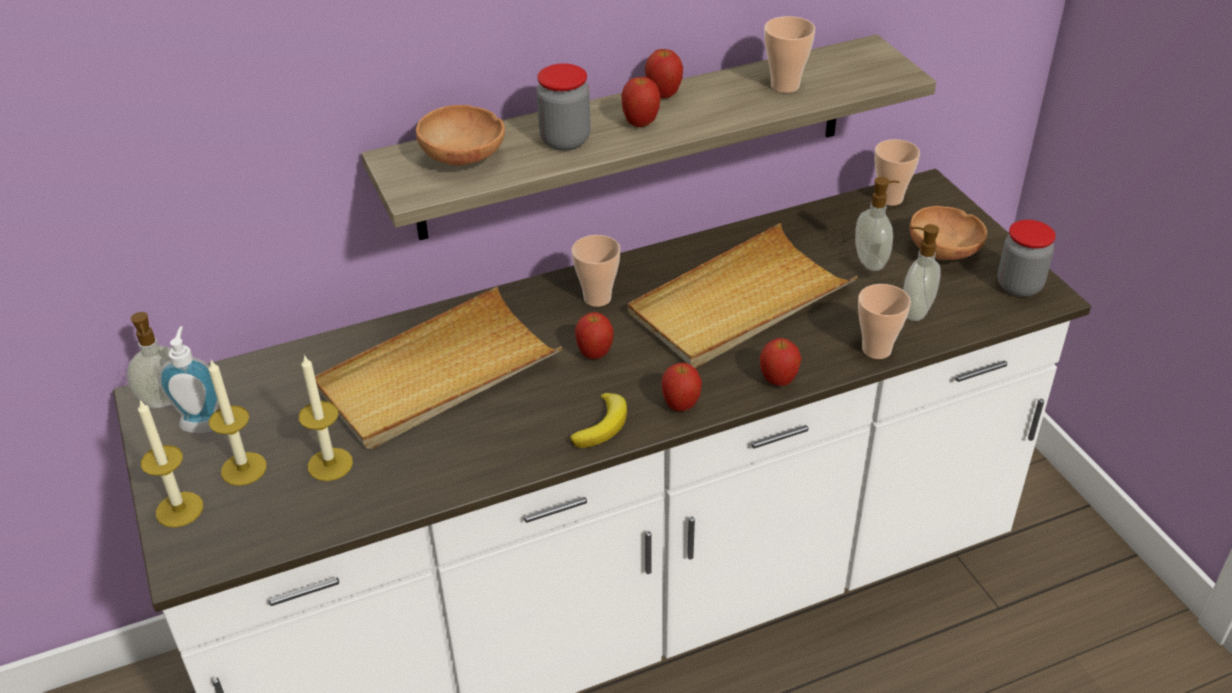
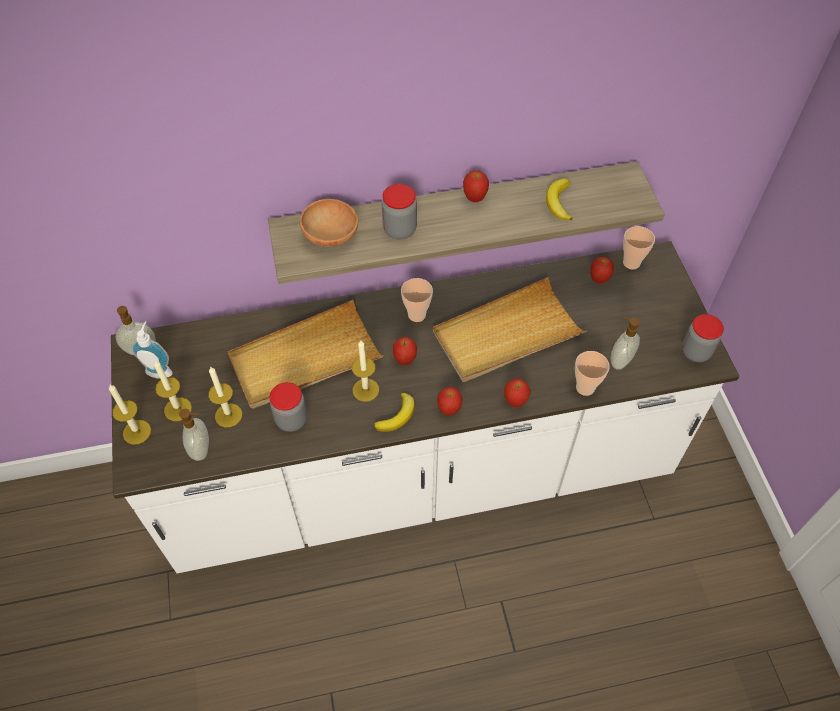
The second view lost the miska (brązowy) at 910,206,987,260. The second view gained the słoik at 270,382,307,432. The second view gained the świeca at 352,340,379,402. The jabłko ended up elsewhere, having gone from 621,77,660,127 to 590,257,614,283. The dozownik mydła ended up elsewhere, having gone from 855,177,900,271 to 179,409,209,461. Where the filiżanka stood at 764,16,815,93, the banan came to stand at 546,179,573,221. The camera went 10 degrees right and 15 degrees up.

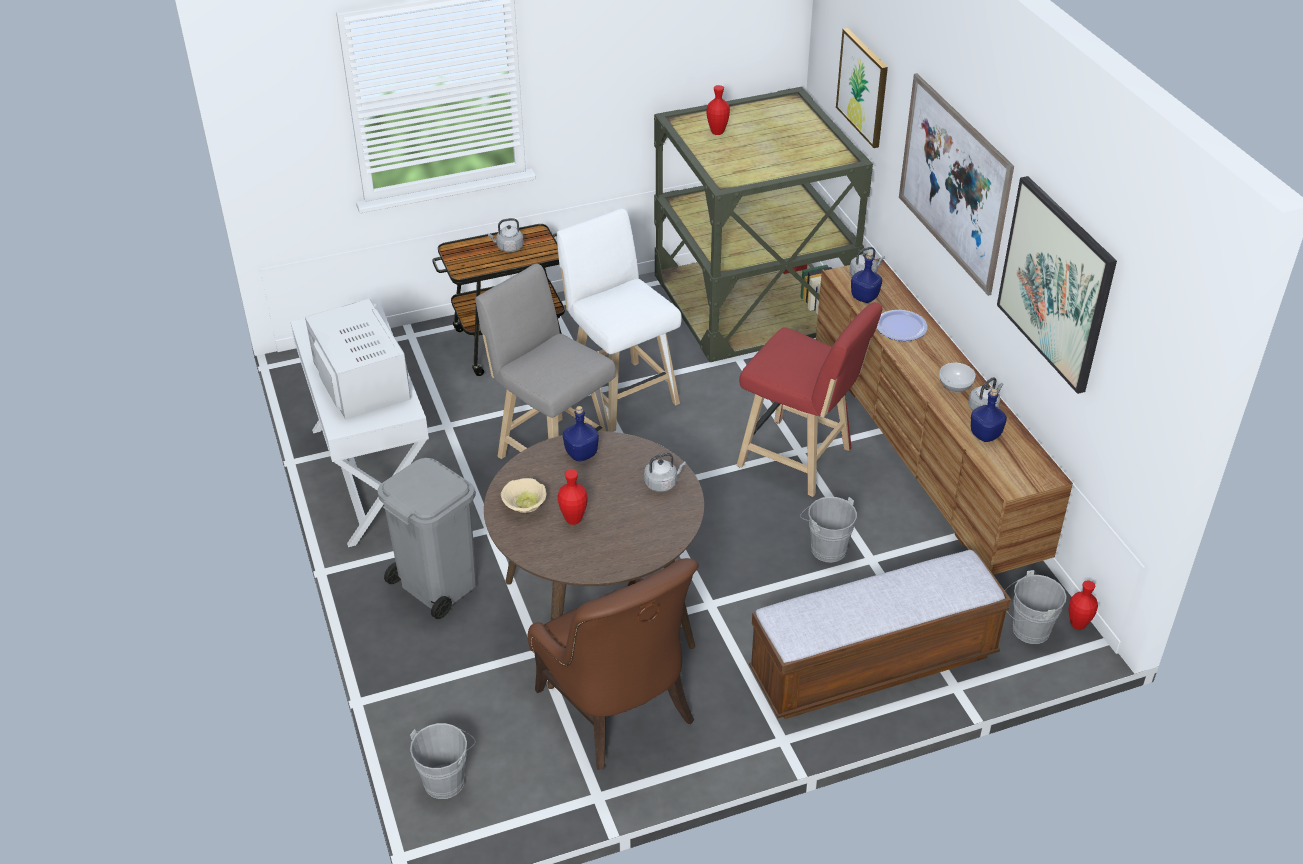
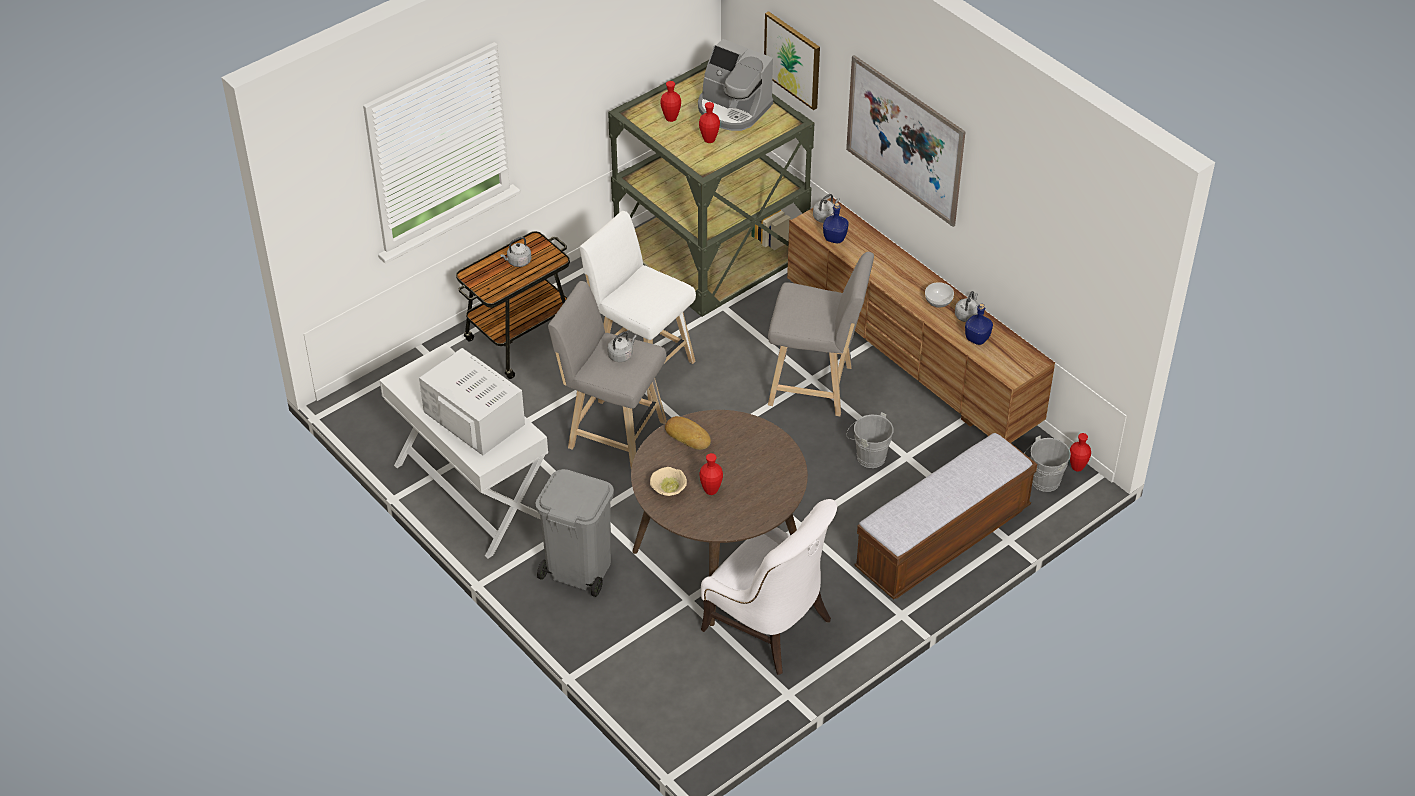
The second view lost the wiadro (szary) at 410,723,476,799. The second view lost the talerz at 876,310,928,341. The second view lost the obraz at 997,176,1117,394. The second view gained the ekspres do kawy at 698,39,773,131. The second view gained the wazon (czerwony) at 699,102,720,143. The czajnik (szary) ended up elsewhere, having gone from 644,453,686,492 to 607,332,637,362. Where the butelka (niebieski) stood at 563,406,599,462, the chleb came to stand at 665,416,711,450. What was the krzesło (brązowy) at 527,558,699,770 turned into the krzesło (biały) at 701,499,837,675. What was the stołek (czerwony) at 736,302,883,497 turned into the stołek (szary) at 768,252,874,416. The camera went 20 degrees left and 5 degrees up.

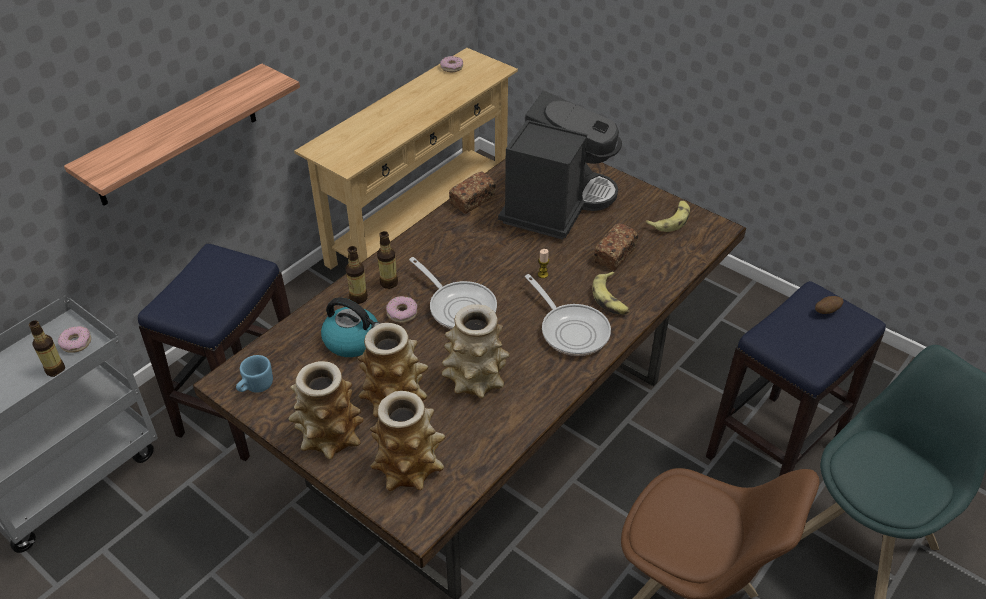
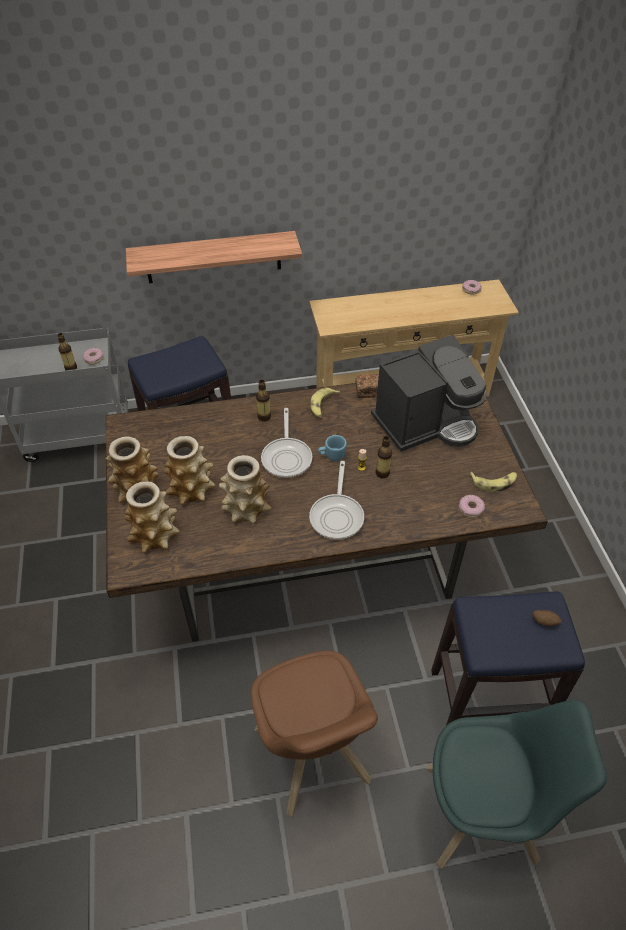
The second view lost the czajnik at 321,298,381,357. The second view lost the chleb at 594,223,638,271. The kubek (niebieski) ended up elsewhere, having gone from 236,355,273,393 to 318,435,347,461. The butelka ended up elsewhere, having gone from 345,246,368,304 to 376,436,392,478. The donut ended up elsewhere, having gone from 386,296,417,323 to 459,495,485,518. The banan ended up elsewhere, having gone from 593,271,629,315 to 310,388,340,418. The camera went 40 degrees right and 5 degrees up.

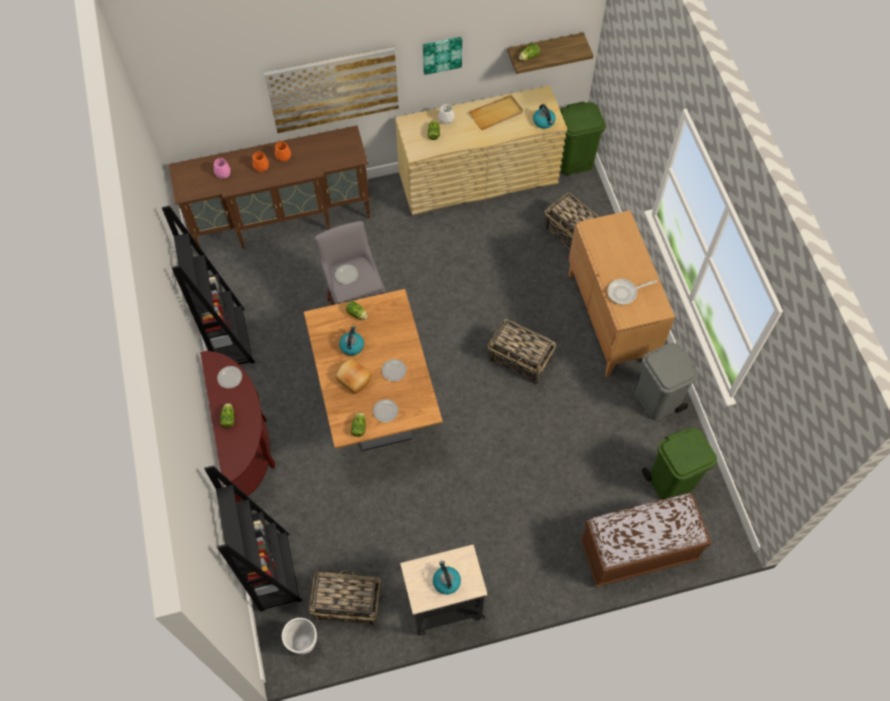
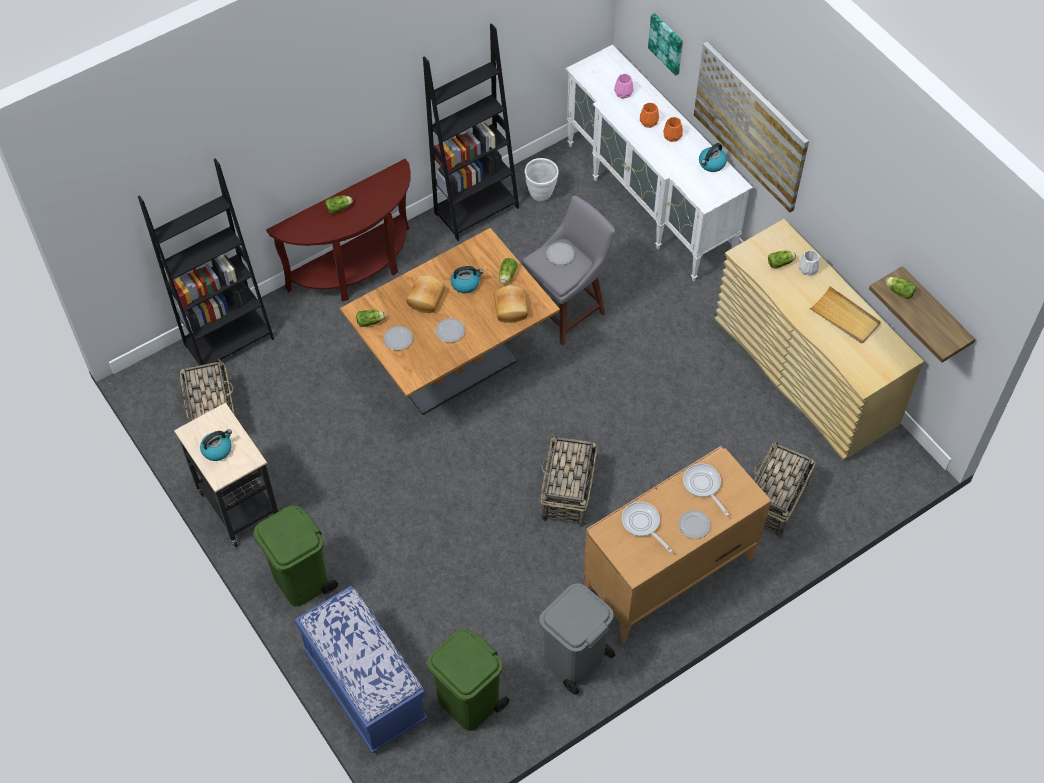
The second view gained the chleb at 494,285,528,323. The second view gained the patelnia at 683,463,729,516. The talerz ended up elsewhere, having gone from 217,366,242,388 to 679,510,711,539. The donica (biały) ended up elsewhere, having gone from 282,618,317,654 to 525,158,559,202. The obraz ended up elsewhere, having gone from 423,37,462,75 to 648,13,683,76. The czajnik ended up elsewhere, having gone from 533,104,556,129 to 699,143,727,172. The kosz na śmieci (zielony) ended up elsewhere, having gone from 560,101,605,175 to 253,505,338,607. What was the szafka (brązowy) at 168,125,371,250 turned into the szafka (biały) at 565,44,753,282. What was the ławka (brązowy) at 580,493,711,587 turned into the ławka (niebieski) at 295,586,428,753. The camera went 70 degrees right and 5 degrees down.

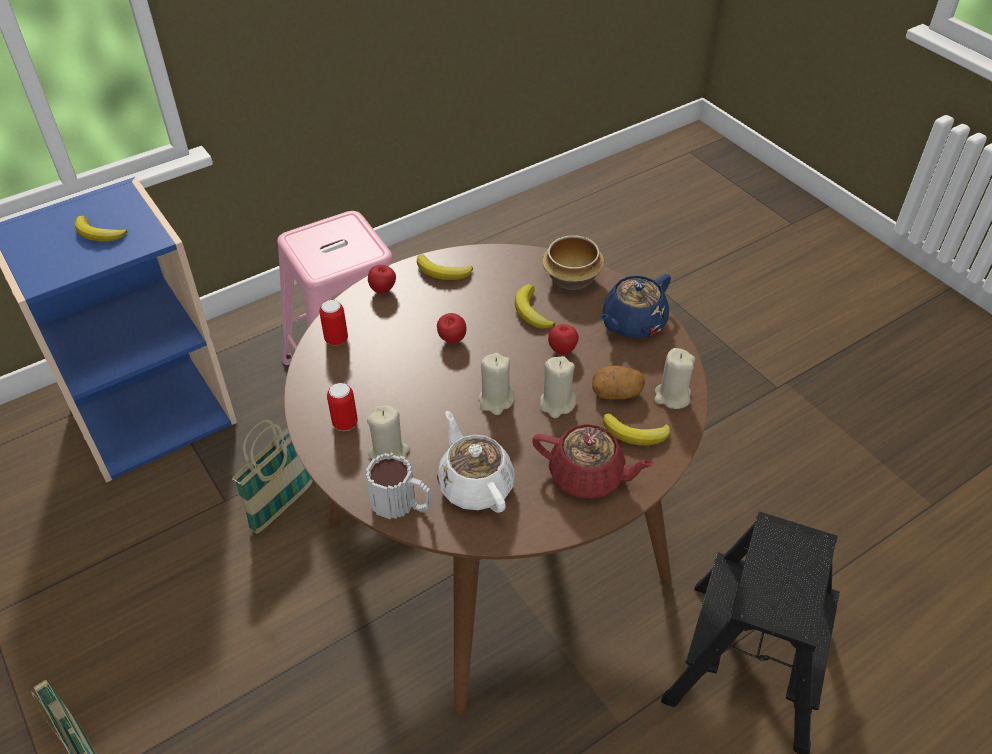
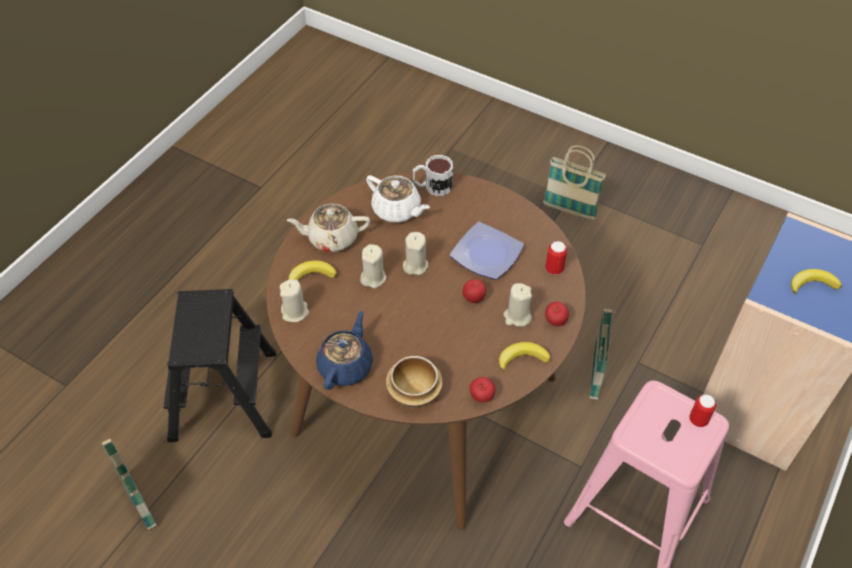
The second view lost the banan at 515,284,555,328. The second view lost the ziemniak at 592,365,645,399. The second view gained the koszyk at 102,439,157,530. The second view gained the talerz at 450,222,524,280. The puszka ended up elsewhere, having gone from 327,383,358,431 to 689,394,716,427. The świeca (beżowy) ended up elsewhere, having gone from 367,406,410,459 to 504,283,532,327. The jabłko ended up elsewhere, having gone from 548,324,579,355 to 470,377,495,402. What was the imbryk (czerwony) at 532,424,655,499 turned into the imbryk (beżowy) at 287,204,370,252. The camera went 155 degrees right and 5 degrees up.

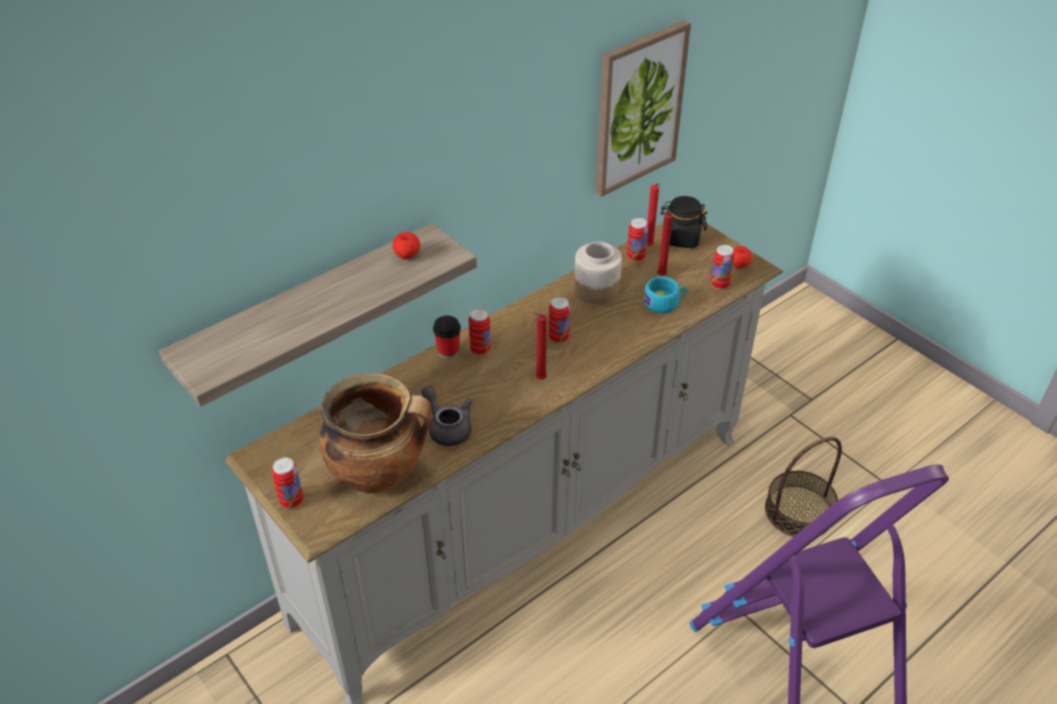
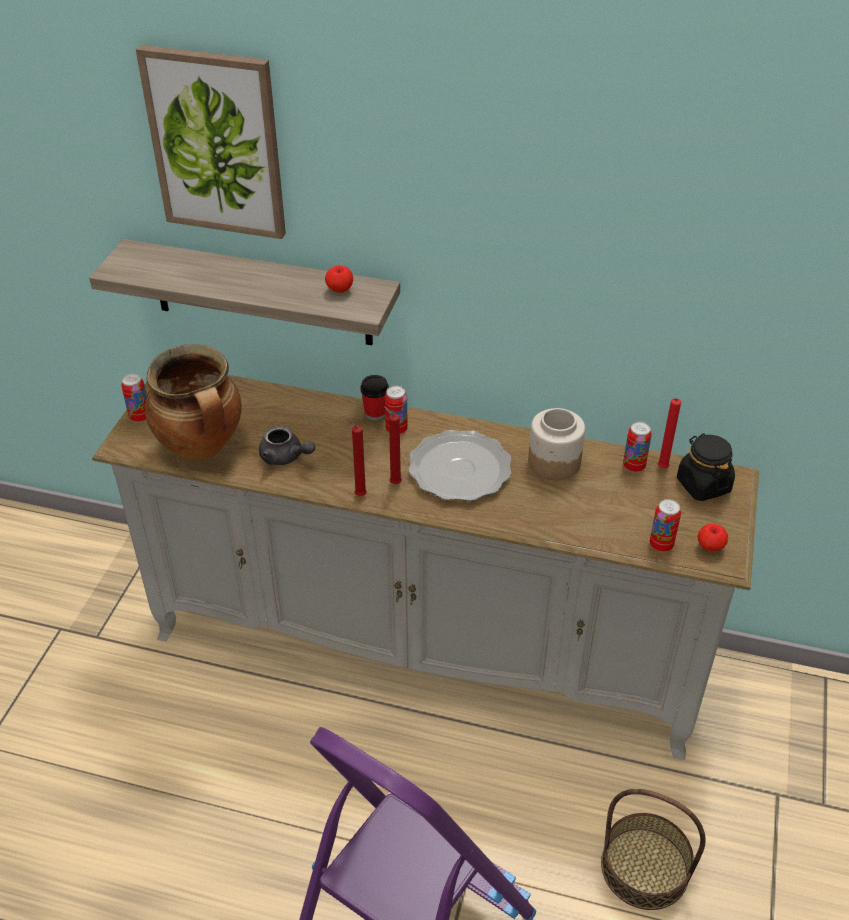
The second view lost the filiżanka (turkusowy) at 643,276,688,314. The obraz ended up elsewhere, having gone from 595,21,691,197 to 136,45,286,239. The świeca (czerwony) ended up elsewhere, having gone from 657,211,673,276 to 346,419,367,496. Where the puszka stood at 549,297,570,343, the talerz came to stand at 408,430,511,501. The imbryk (szary) at 422,386,472,446 ended up facing another way, 105 degrees clockwise from before. The camera went 55 degrees right and 0 degrees up.

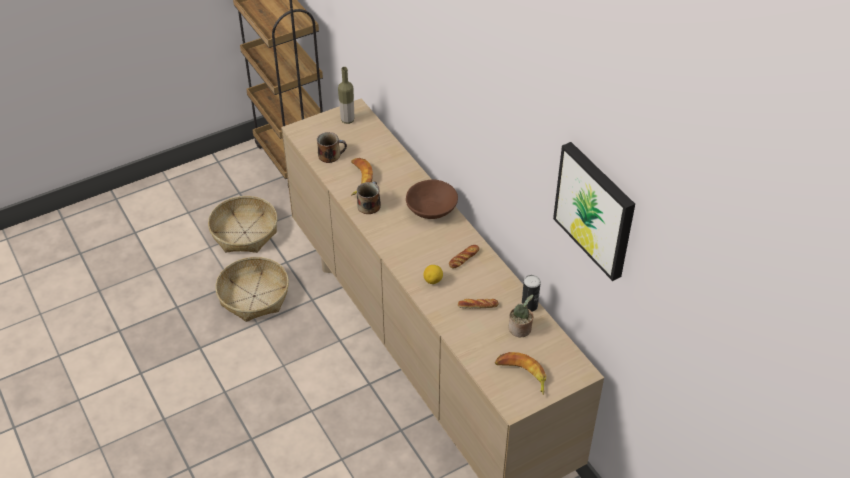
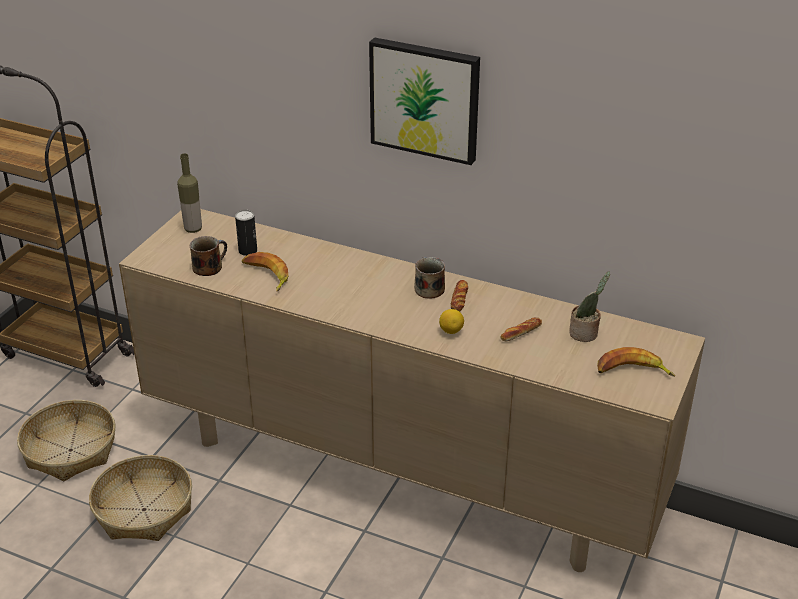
The second view lost the miska (brązowy) at 406,180,458,219. The kubek ended up elsewhere, having gone from 357,181,381,214 to 414,257,445,299. The puszka ended up elsewhere, having gone from 522,275,541,312 to 235,210,257,256. The obraz ended up elsewhere, having gone from 553,142,635,281 to 369,37,480,165. The camera went 35 degrees left and 10 degrees down.

